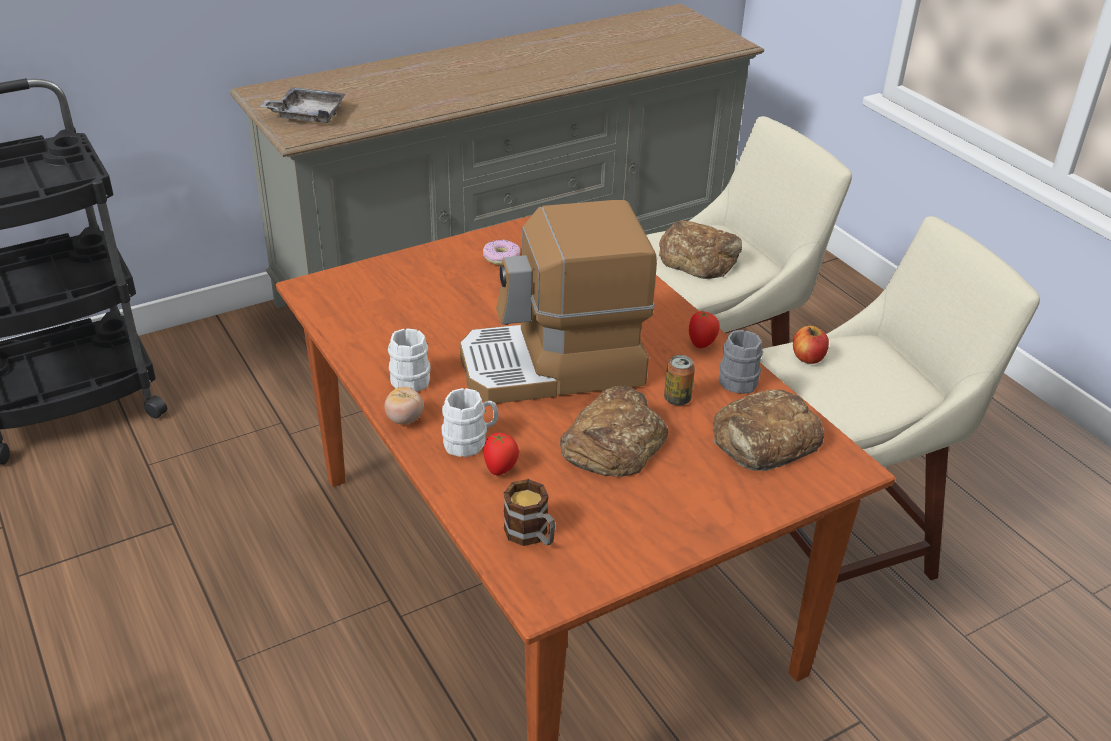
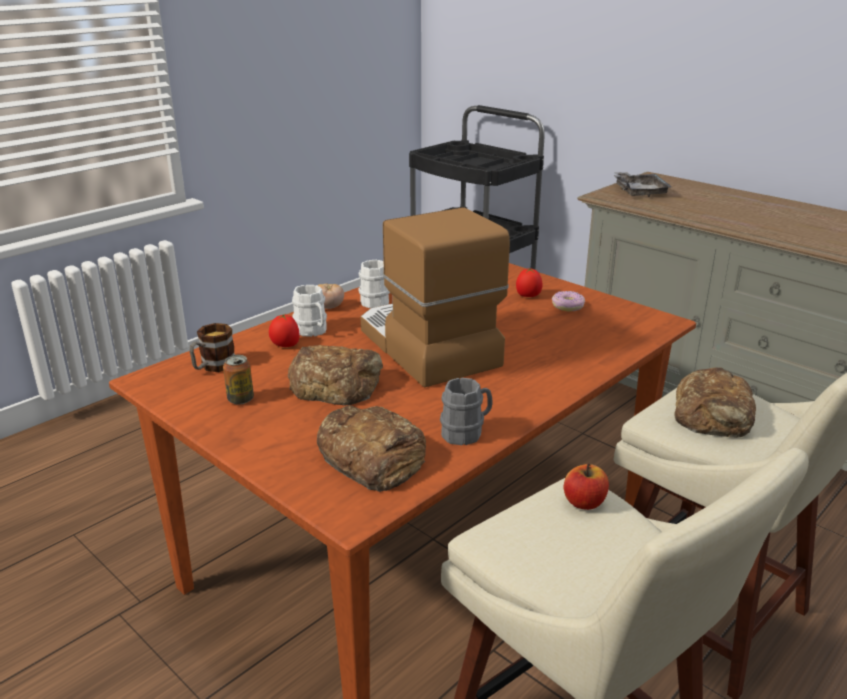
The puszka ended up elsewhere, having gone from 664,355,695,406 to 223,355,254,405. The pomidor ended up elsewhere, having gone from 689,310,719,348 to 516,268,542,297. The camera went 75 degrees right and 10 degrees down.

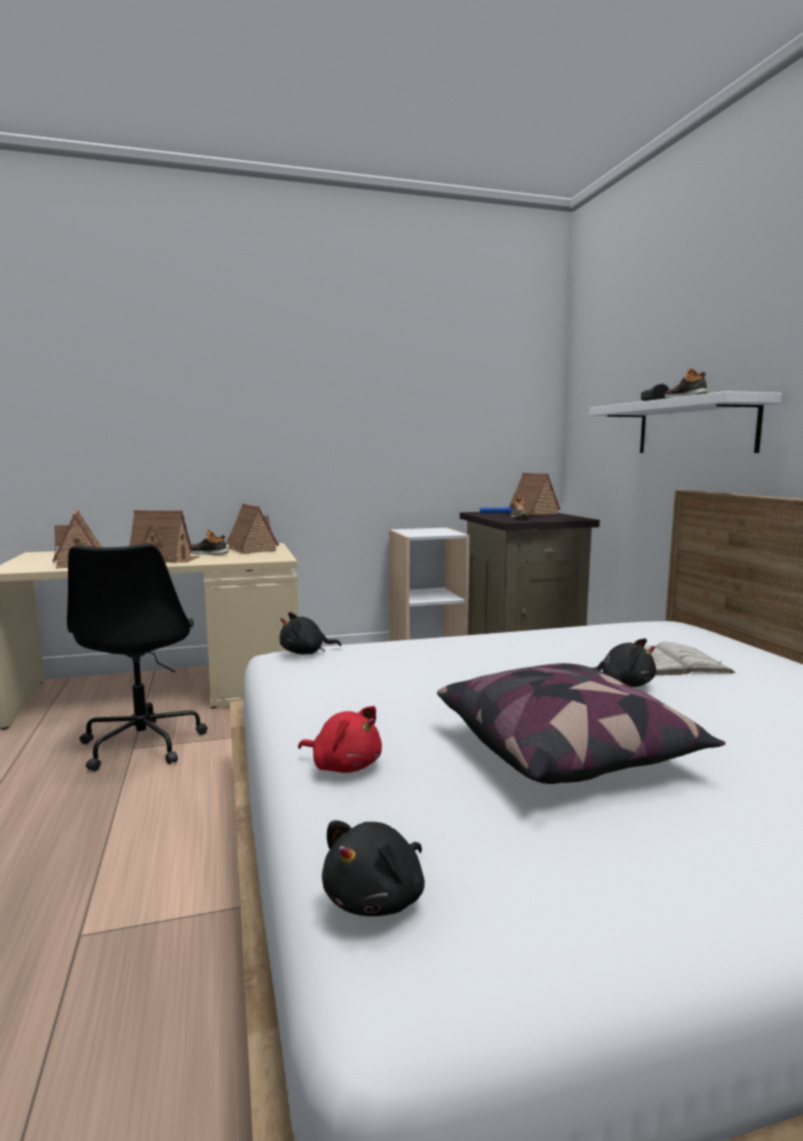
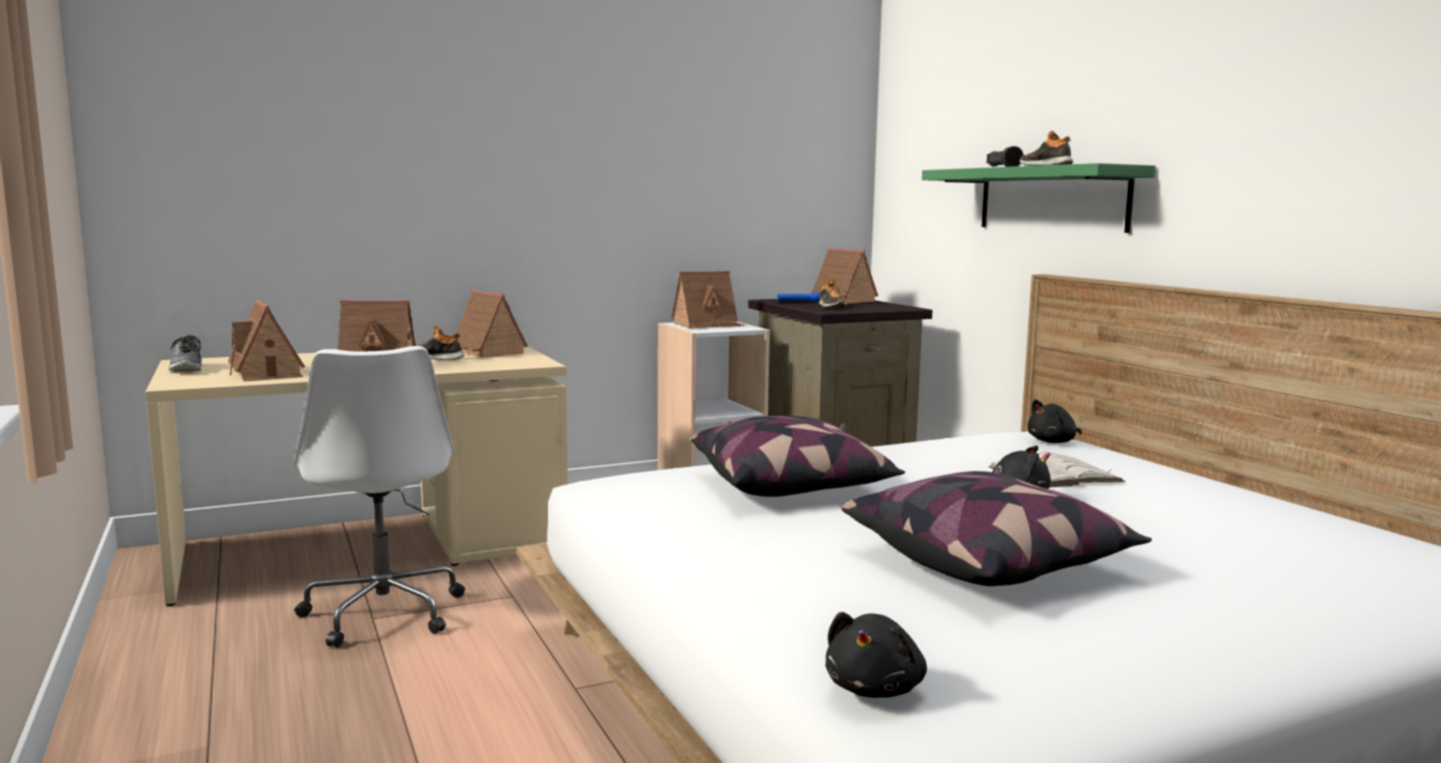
The second view lost the pluszak (czerwony) at 298,706,382,773. The second view gained the but at 168,335,202,372. The second view gained the domek at 672,271,746,328. The second view gained the poduszka at 691,416,905,497. The pluszak (czarny) ended up elsewhere, having gone from 280,612,341,655 to 1027,399,1082,443. What was the krzesło biurowe (czarny) at 67,544,208,771 turned into the krzesło biurowe (biały) at 293,346,465,647. What was the półka (biały) at 589,391,782,453 turned into the półka (zielony) at 922,163,1156,233. The camera went 10 degrees left and 0 degrees up.

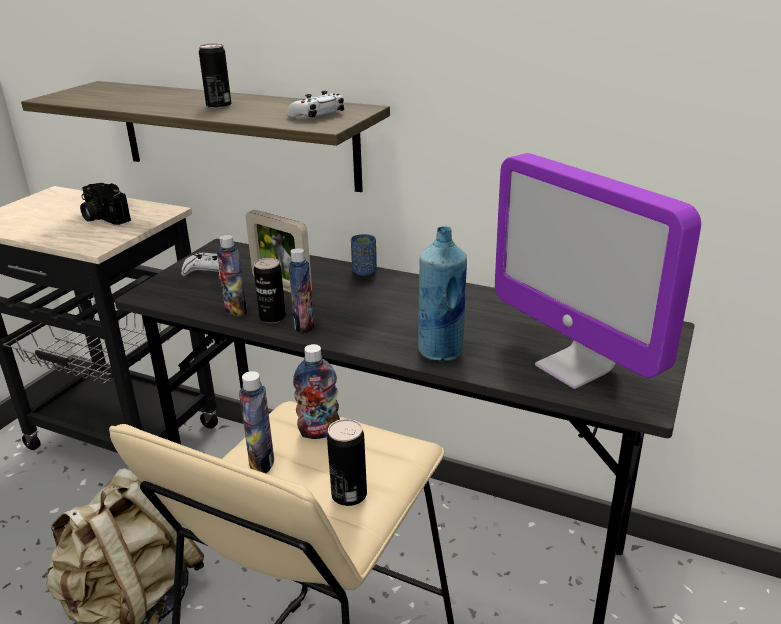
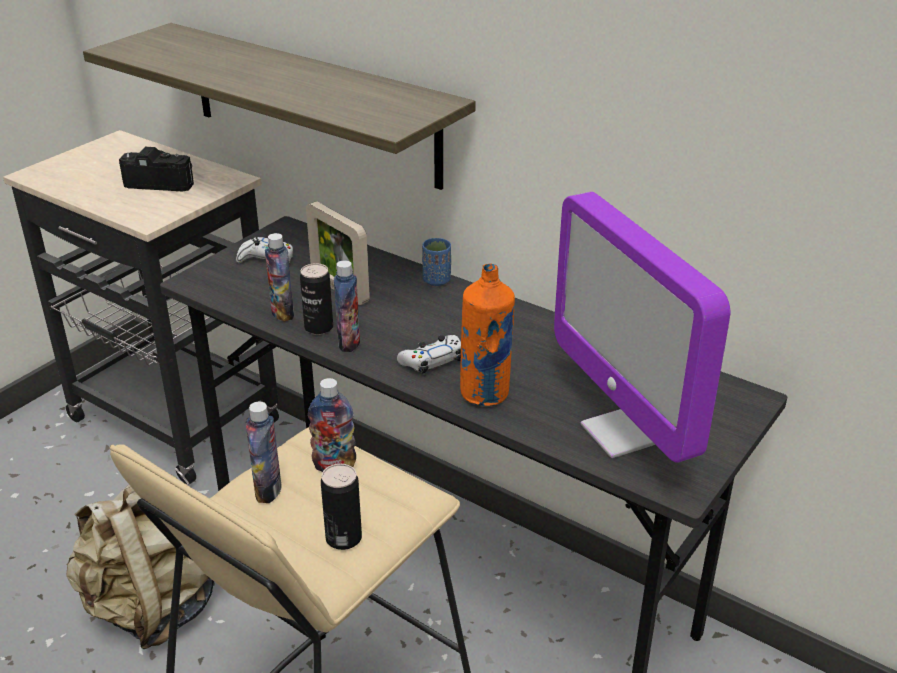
The second view lost the puszka at 199,43,231,109. The pad do gier (biały) ended up elsewhere, having gone from 287,91,344,118 to 397,335,461,374. What was the butelka (niebieski) at 418,226,467,361 turned into the butelka (pomarańczowy) at 460,263,515,406. The aparat fotograficzny at 80,183,131,225 ended up facing another way, 135 degrees clockwise from before. The camera went 10 degrees right and 5 degrees up.

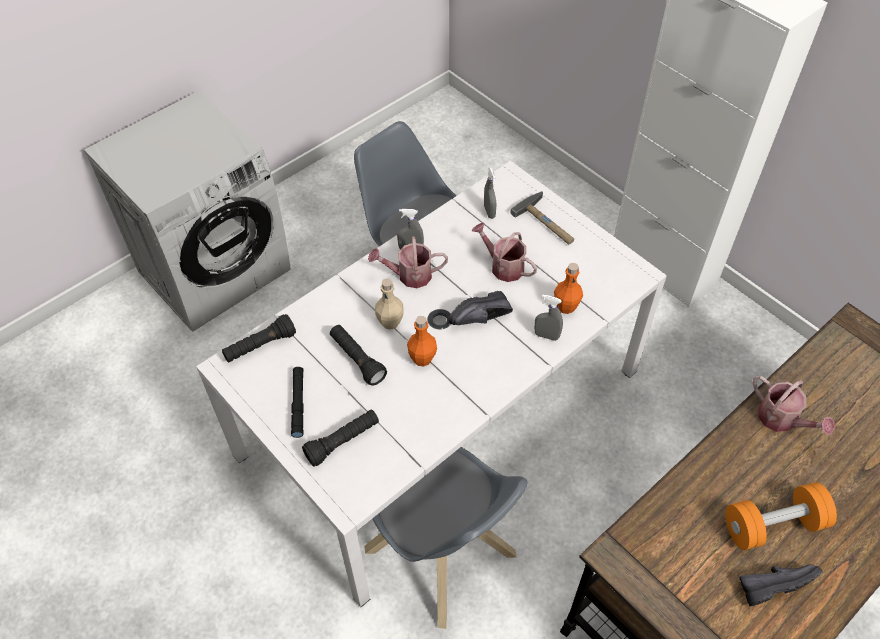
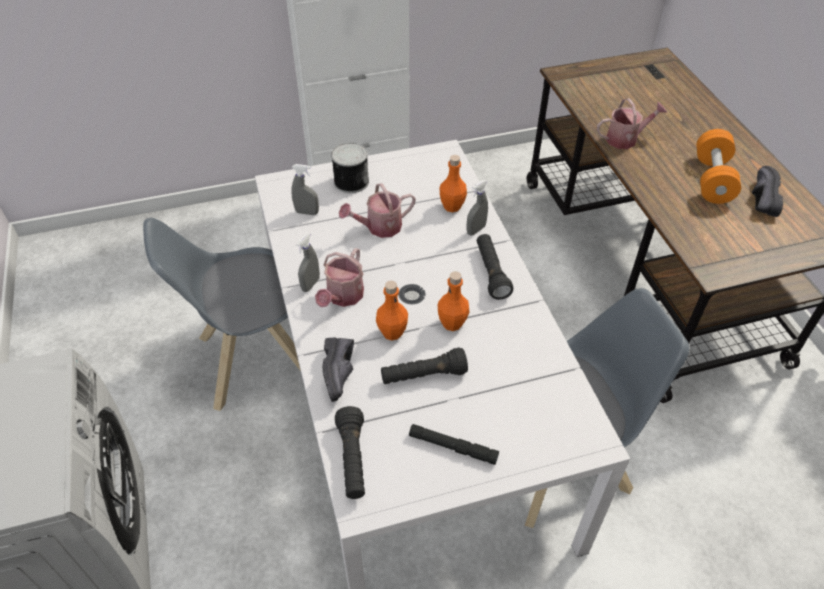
The latarka (czarny) ended up elsewhere, having gone from 302,410,379,467 to 477,234,513,300. The but (czarny) ended up elsewhere, having gone from 449,291,513,325 to 322,338,354,402. Where the młotek stood at 510,191,574,244, the puszka came to stand at 331,142,369,193. What was the butelka (beżowy) at 375,279,404,330 turned into the butelka (pomarańczowy) at 376,280,408,341. The camera went 65 degrees left and 5 degrees down.

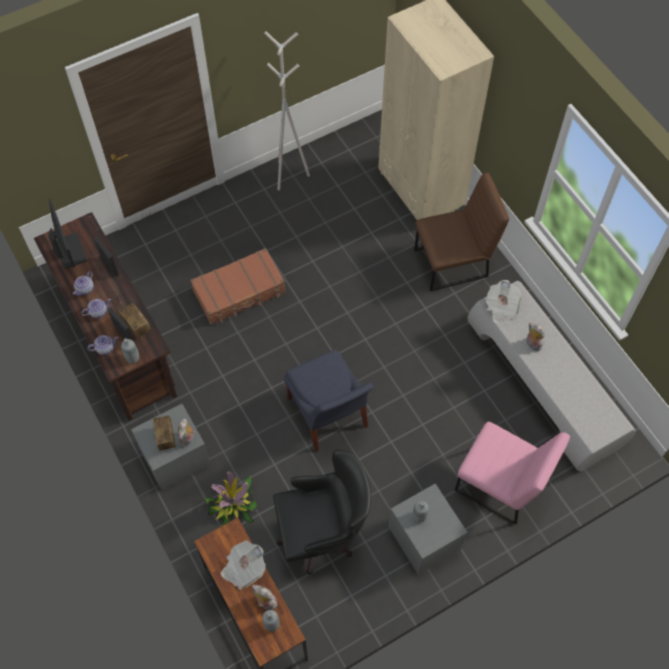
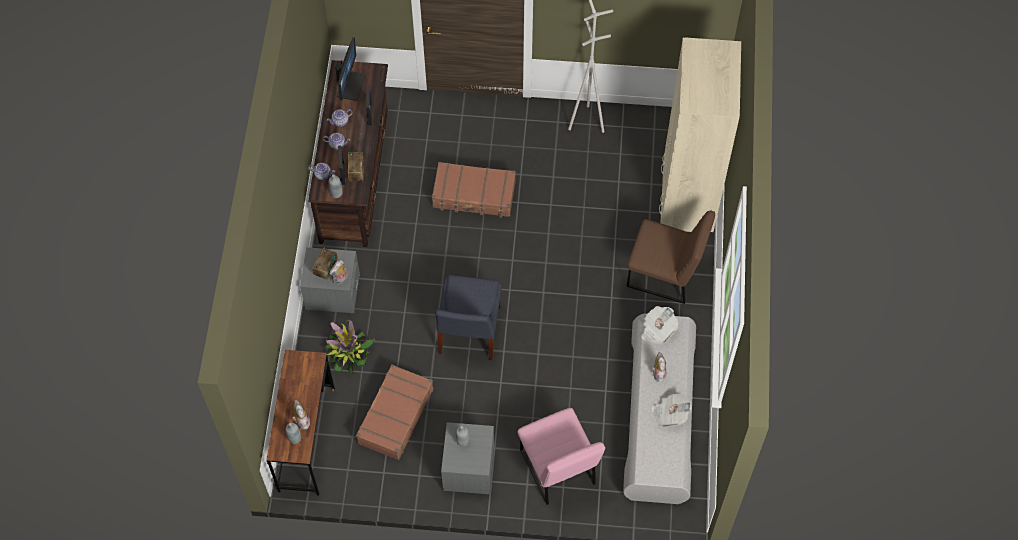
The gazeta ended up elsewhere, having gone from 221,540,266,590 to 651,394,692,427. Where the krzesło biurowe (czarny) stood at 273,450,371,575, the walizka (brązowy) came to stand at 356,364,434,460. The camera went 35 degrees right and 0 degrees up.

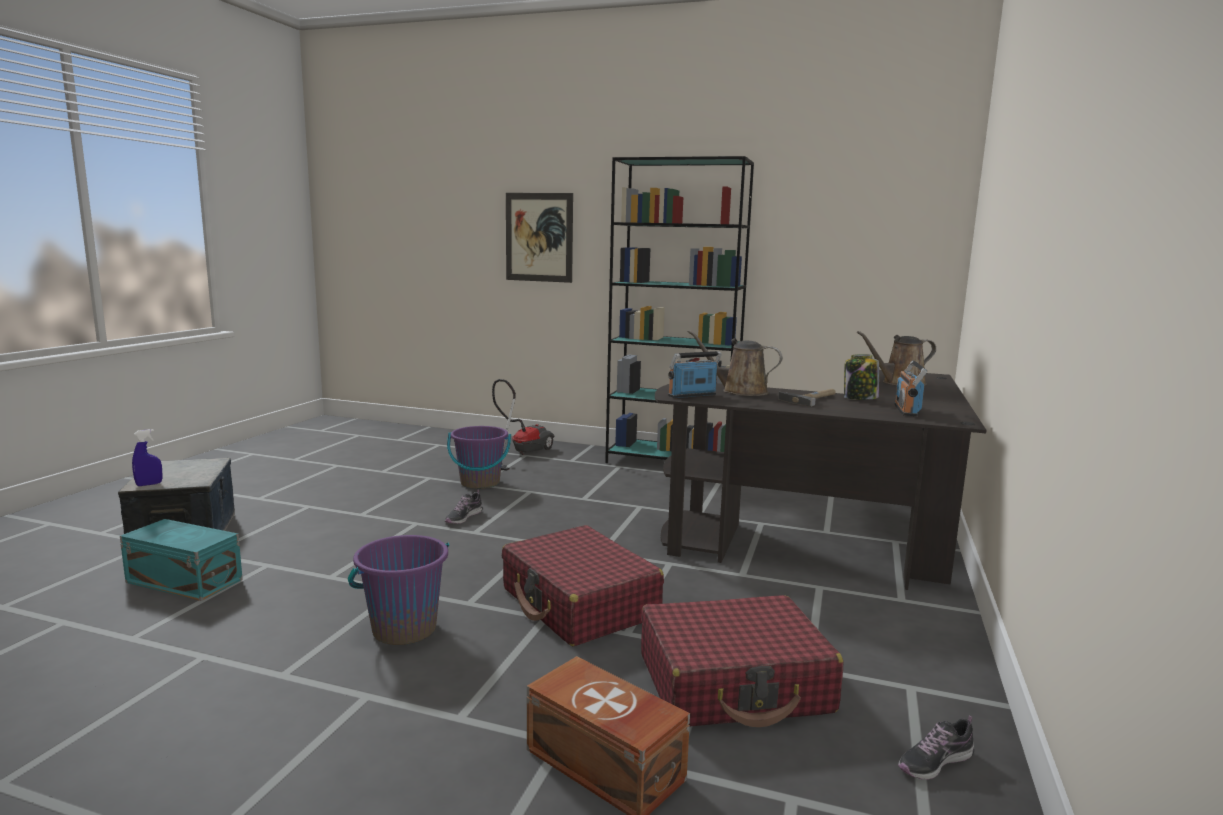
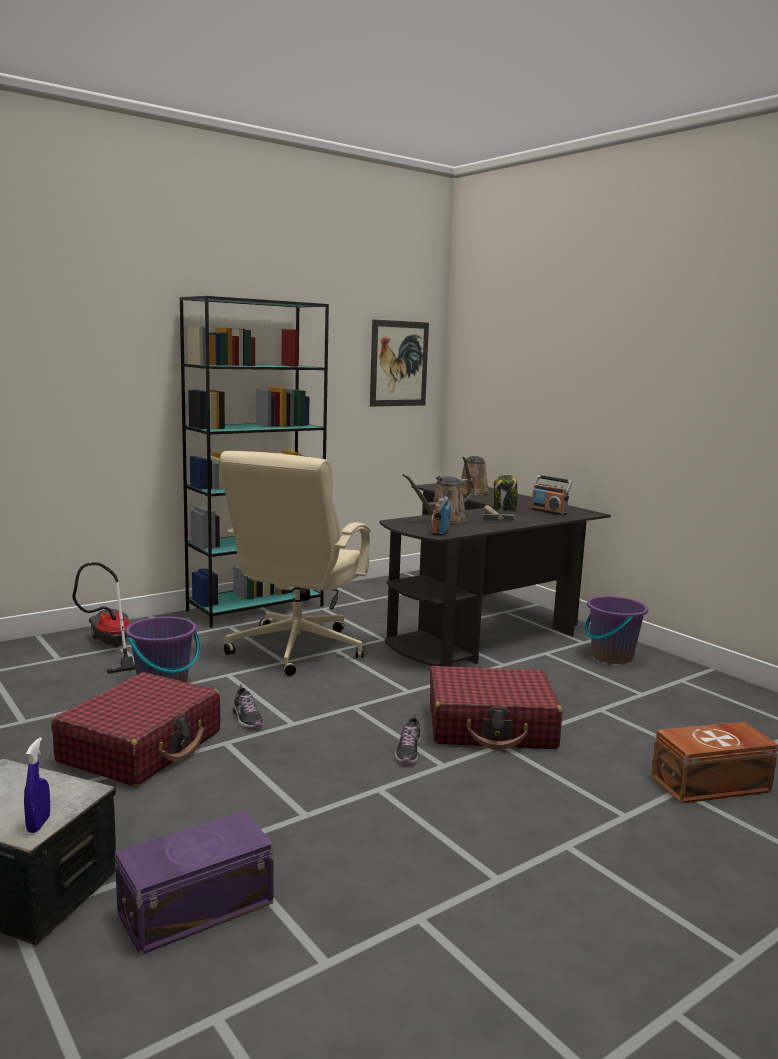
The second view gained the krzesło biurowe (beżowy) at 220,451,371,676. The wiadro (fioletowy) ended up elsewhere, having gone from 348,535,449,645 to 585,596,648,664. The obraz ended up elsewhere, having gone from 506,193,573,283 to 370,319,429,406. The walizka (czerwony) ended up elsewhere, having gone from 641,595,843,727 to 51,672,220,786. The but ended up elsewhere, having gone from 898,716,974,780 to 395,714,421,763. What was the pojemnik do przechowywania (turkusowy) at 120,519,243,601 turned into the pojemnik do przechowywania (fioletowy) at 115,811,274,955. The camera went 55 degrees left and 0 degrees up.

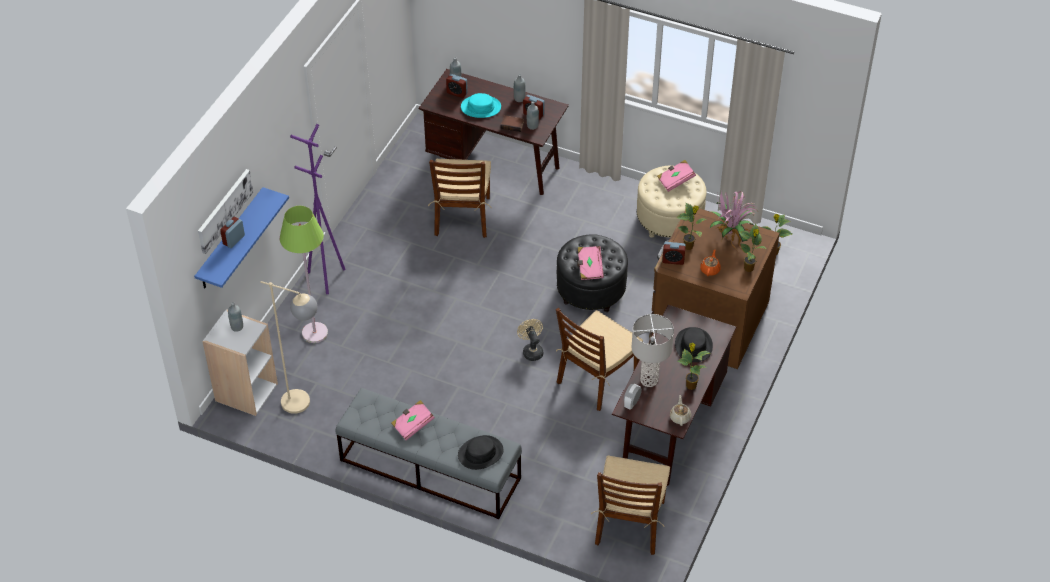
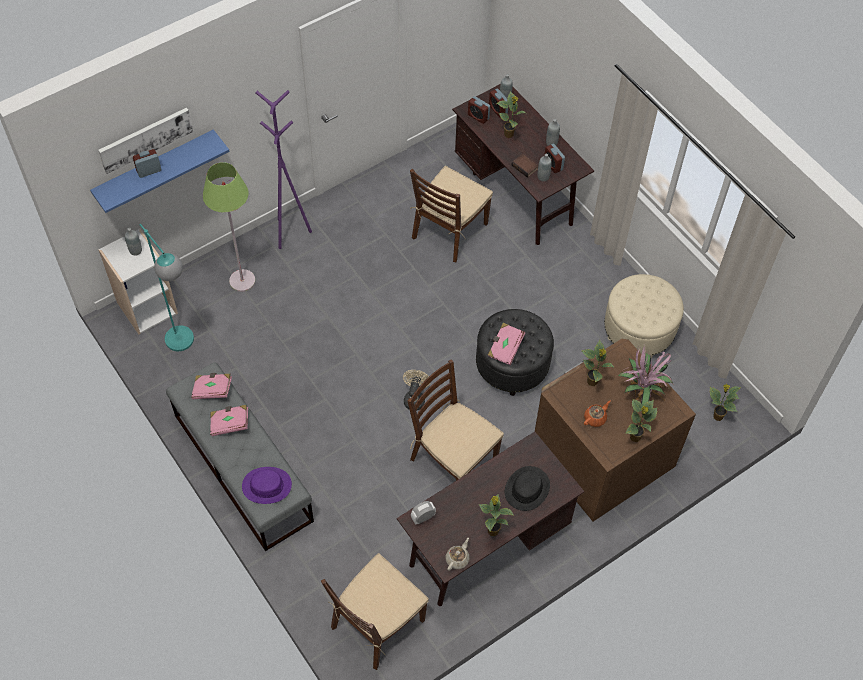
The second view lost the lampa stołowa (biały) at 632,314,674,387. The książka (różowy) ended up elsewhere, having gone from 657,160,696,192 to 191,373,232,399. The budzik ended up elsewhere, having gone from 662,242,686,265 to 468,96,490,124. Where the kapelusz (turkusowy) stood at 461,93,501,118, the roślina doniczkowa came to stand at 497,91,526,138. What was the lampa stojąca (beżowy) at 260,281,317,414 turned into the lampa stojąca (turkusowy) at 139,224,194,351. What was the kapelusz (czarny) at 458,435,503,470 turned into the kapelusz (fioletowy) at 242,467,292,504. The krzesło (brązowy) at 556,308,643,411 ended up facing another way, 60 degrees clockwise from before. The camera went 30 degrees right and 10 degrees up.

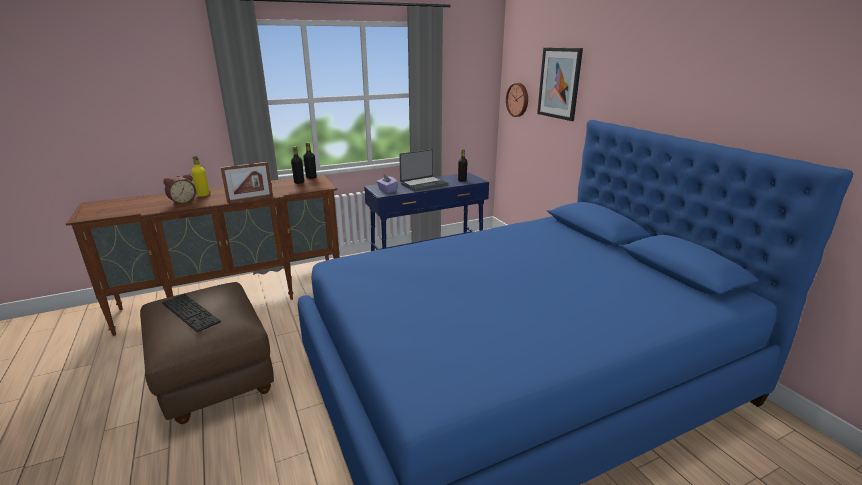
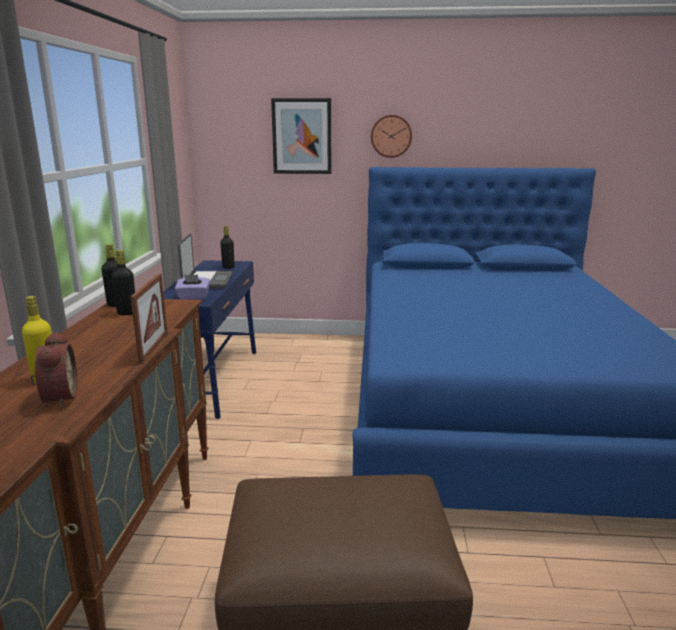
The second view lost the klawiatura at 162,294,221,333. The zegar ścienny ended up elsewhere, having gone from 506,83,528,117 to 371,115,412,158. The camera went 60 degrees left and 5 degrees down.

